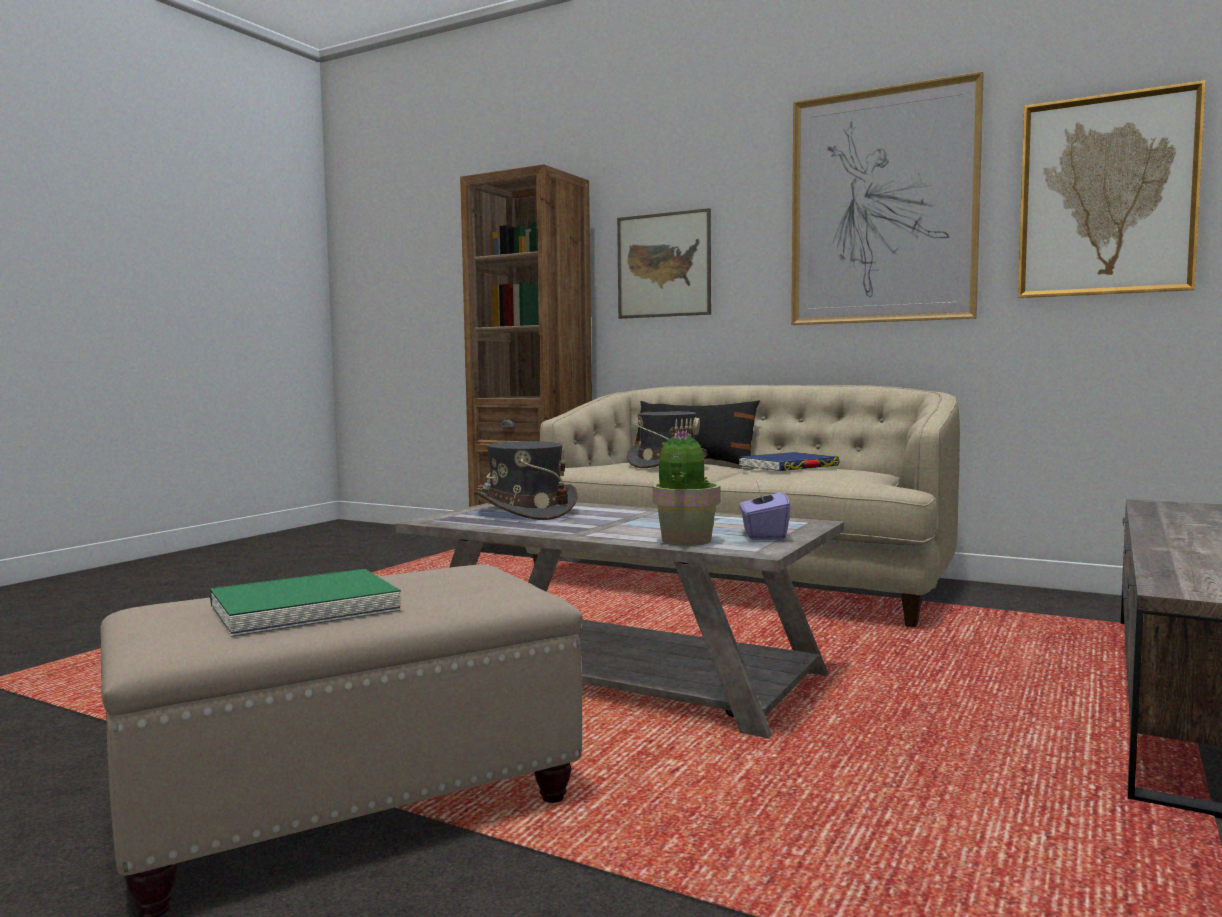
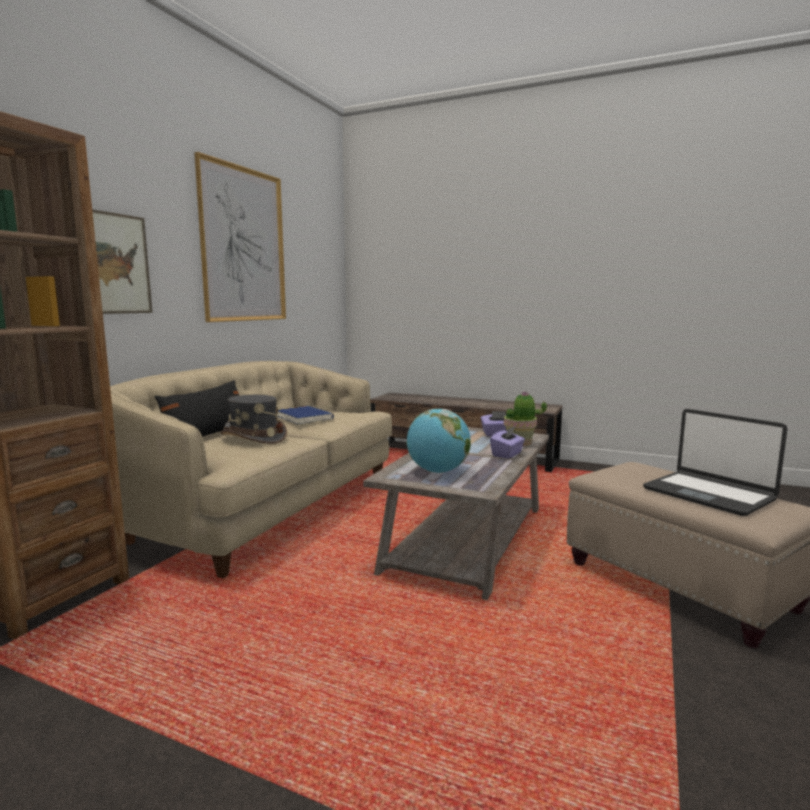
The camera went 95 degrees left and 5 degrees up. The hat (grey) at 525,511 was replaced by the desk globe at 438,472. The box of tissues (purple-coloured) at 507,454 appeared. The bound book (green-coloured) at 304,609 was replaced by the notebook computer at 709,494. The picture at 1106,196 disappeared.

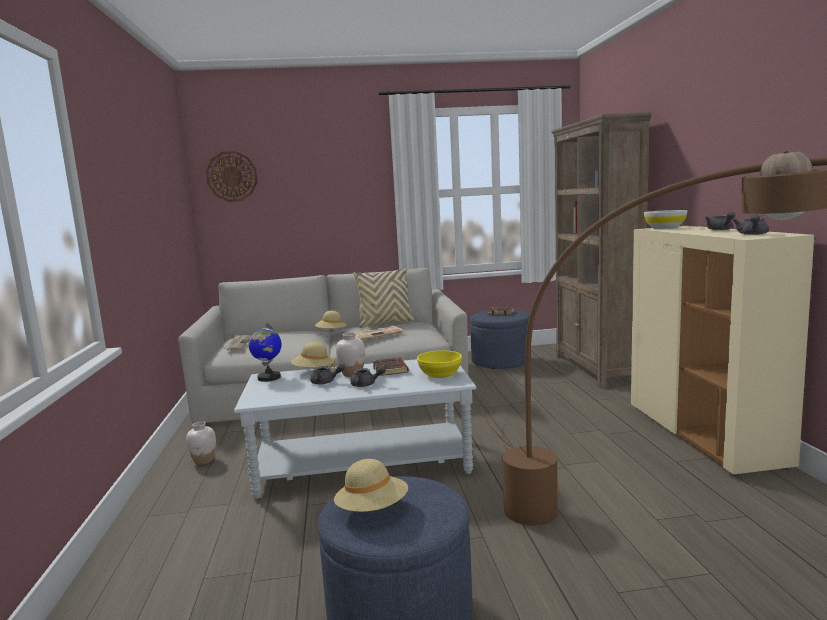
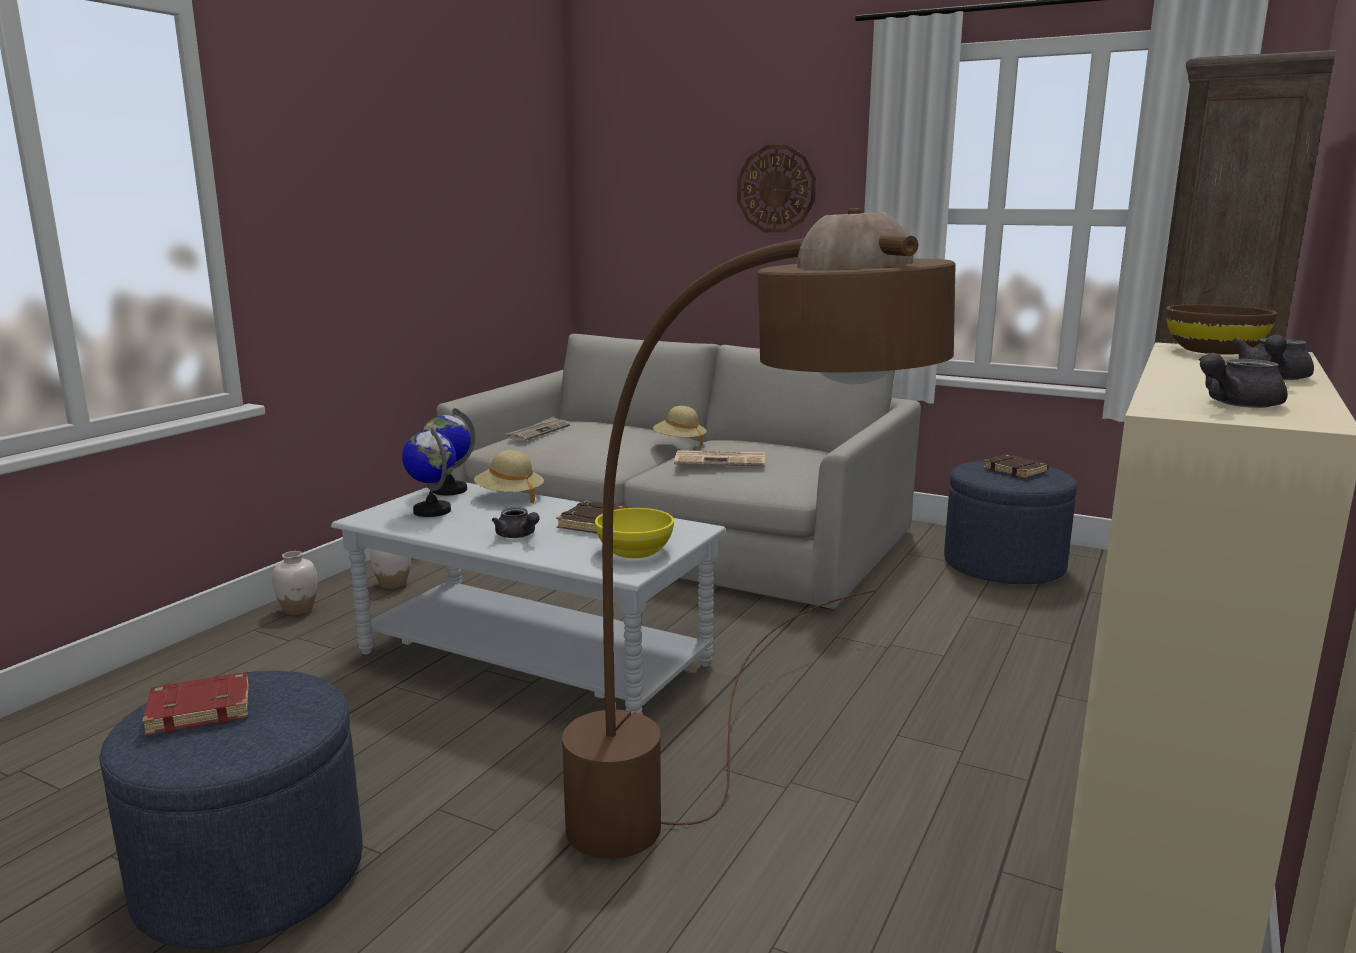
The camera went 35 degrees right and 5 degrees up. The hat (beige-coloured) at 372,510 was replaced by the bound book (red-coloured) at 201,709. The flower vase (white) moved from 352,374 to 298,610. The desk globe at 432,511 appeared. The hanging clock moved from 232,176 to 776,189. The serving bowl (white) at 665,228 became the serving bowl (brown) at 1214,351. The tea pot (grey) at 326,382 disappeared. The throw pillow (beige-coloured) at 385,323 disappeared.

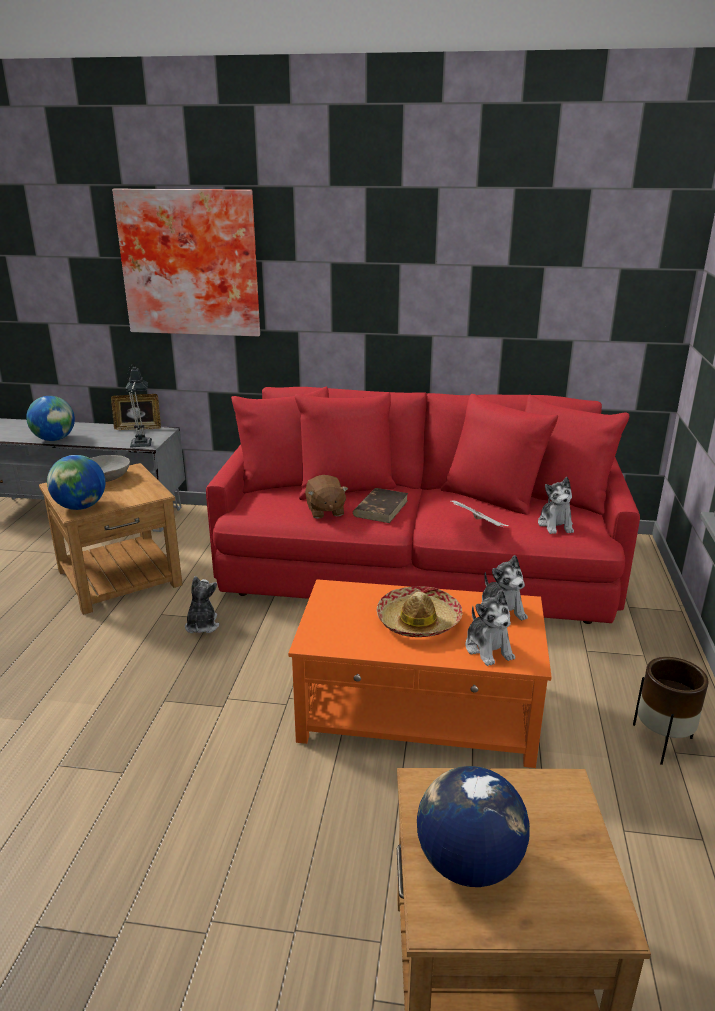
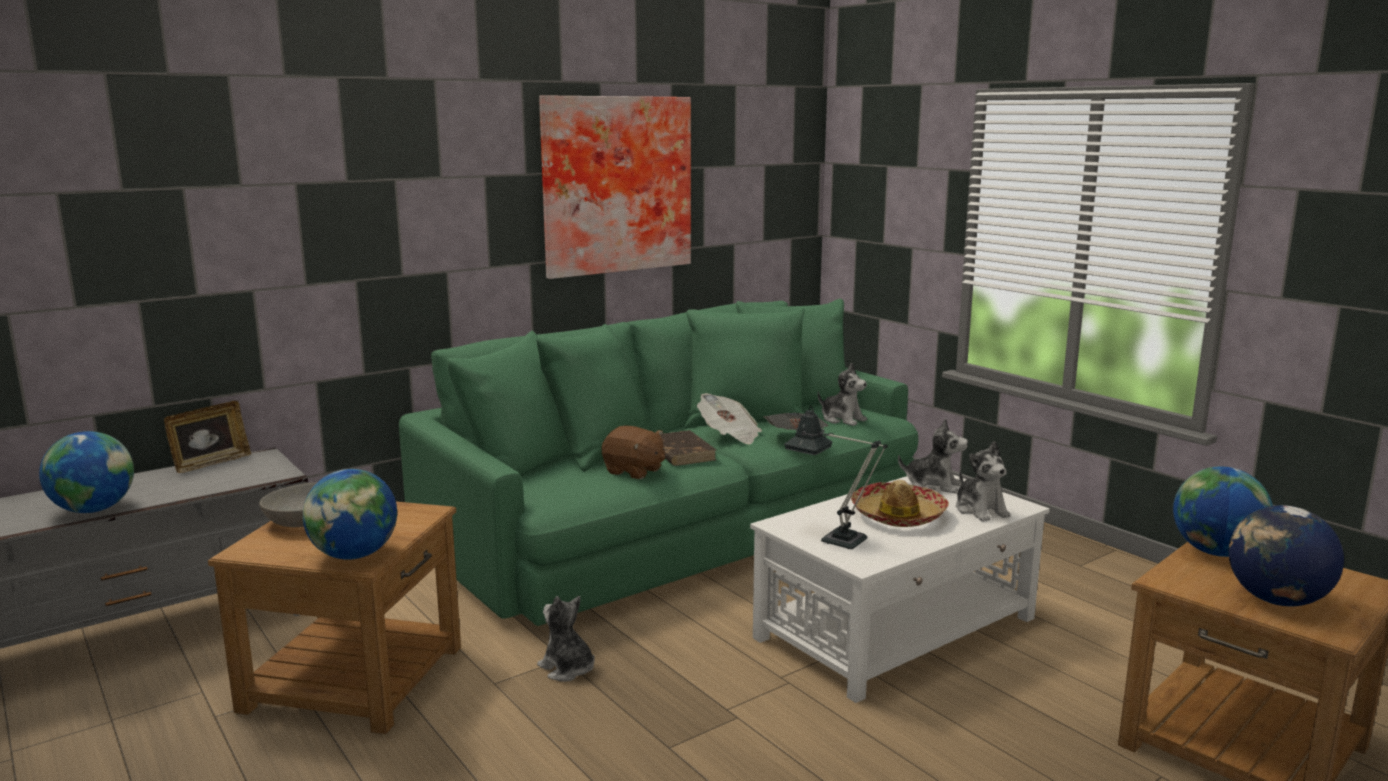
The camera went 45 degrees left and 10 degrees down. The couch (red-coloured) at 416,563 became the couch (green-coloured) at 675,526. The picture moved from 191,263 to 615,185. The newspaper at 729,435 appeared. The lounge table (orangey) at 419,711 became the lounge table (white) at 897,628. The table lamp moved from 141,442 to 834,539. The cuddly toy at 488,648 turned 45 degrees clockwise. The desk globe at 1215,552 appeared. The planter (brown) at 662,742 disappeared.

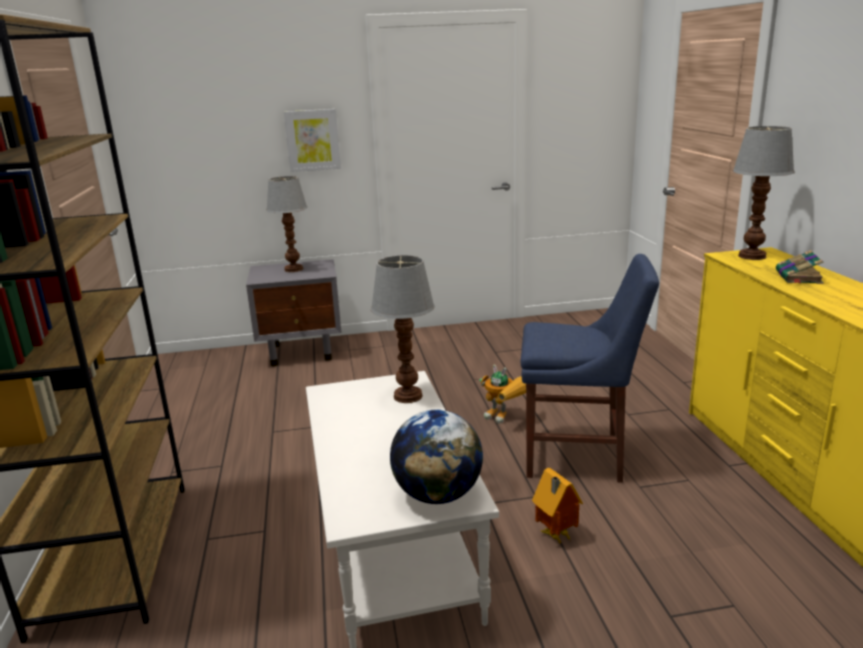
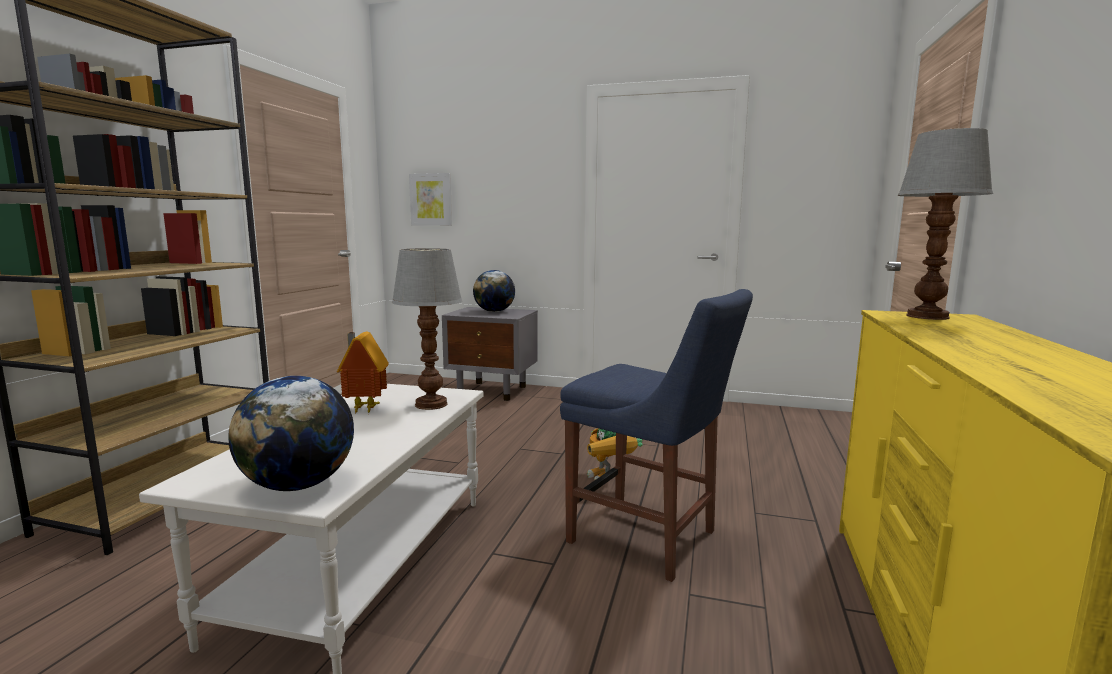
The camera went 25 degrees right and 10 degrees down. The miniature house moved from 555,536 to 363,409. The picture moved from 312,140 to 431,199. The table lamp at 294,269 was replaced by the desk globe at 494,311. The bound book at 799,277 disappeared.

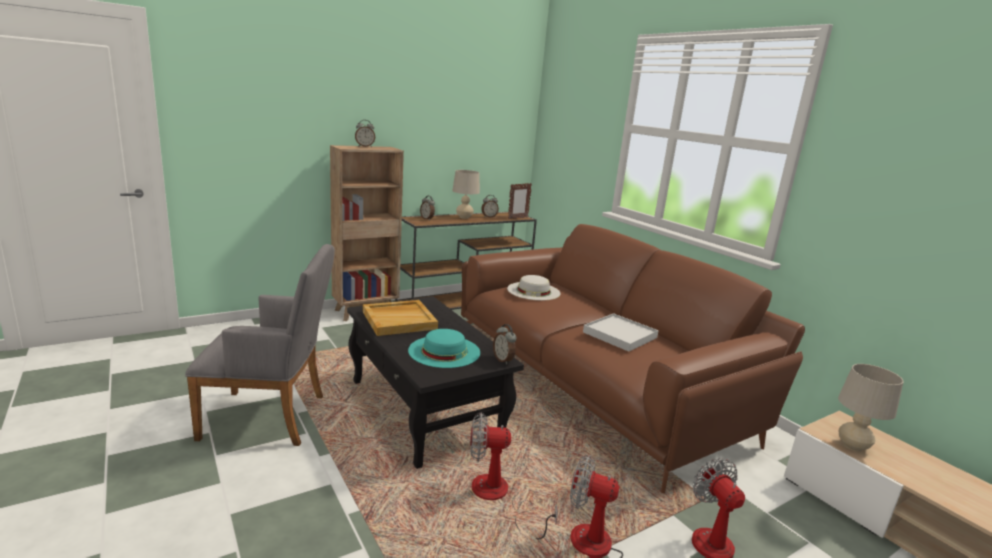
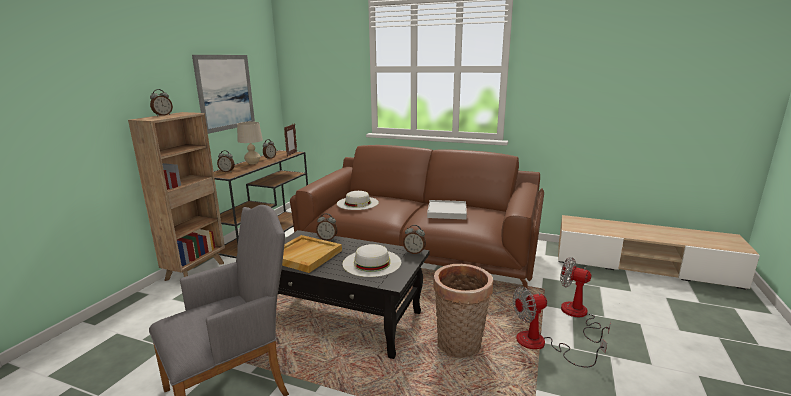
The camera went 35 degrees left and 0 degrees up. The picture at 225,92 appeared. The bedside clock at 327,239 appeared. The hat (turquoise) at 444,351 became the hat (white) at 372,262. The electric fan at 498,497 was replaced by the storage basket at 460,346. The table lamp (beige-coloured) at 852,446 disappeared.

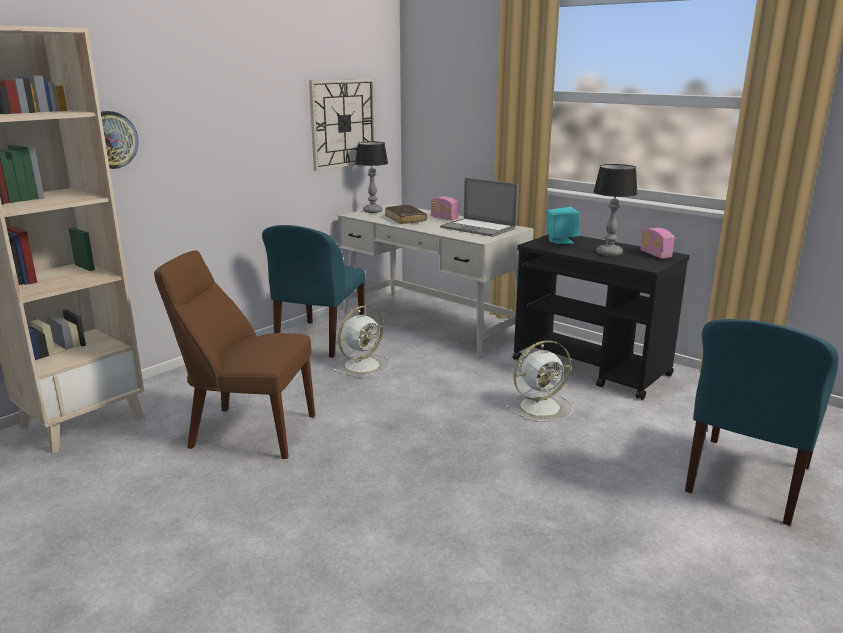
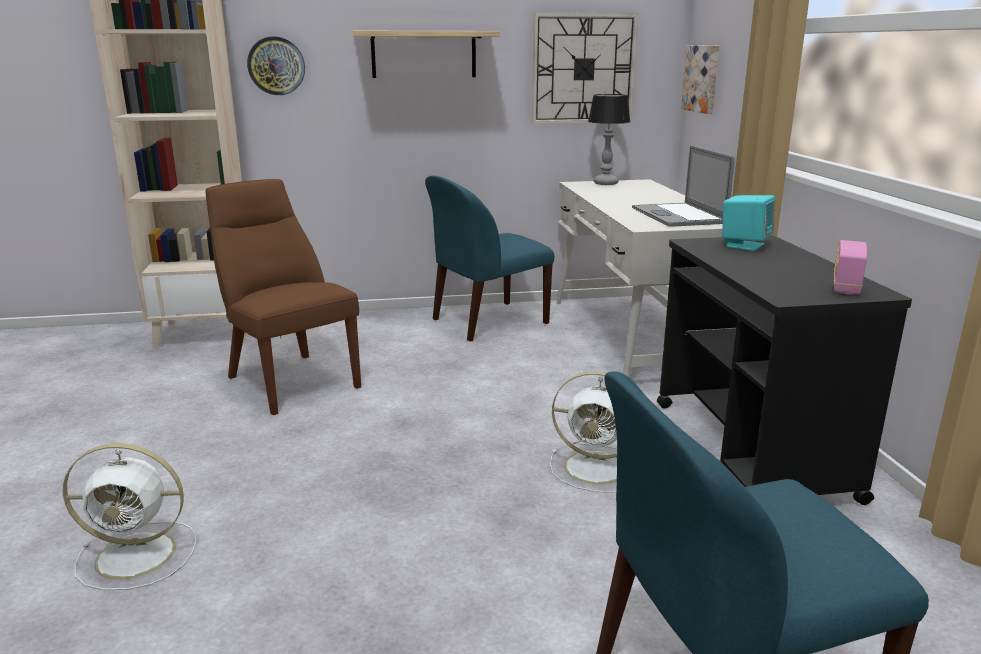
The camera went 40 degrees right and 0 degrees up. The electric fan (white) moved from 363,365 to 139,555. The wall shelf at 423,54 appeared. The picture at 702,78 appeared. The bound book (brown) at 405,219 disappeared. The radio receiver at 444,218 disappeared. The table lamp at 609,253 disappeared.

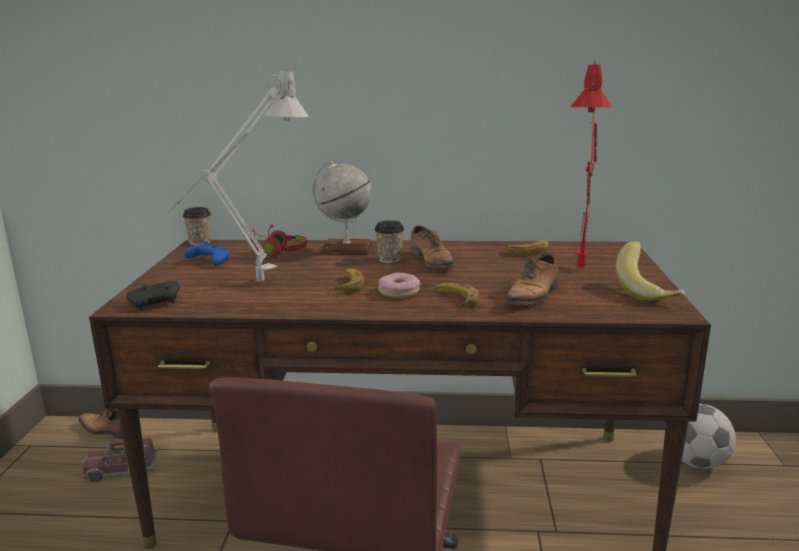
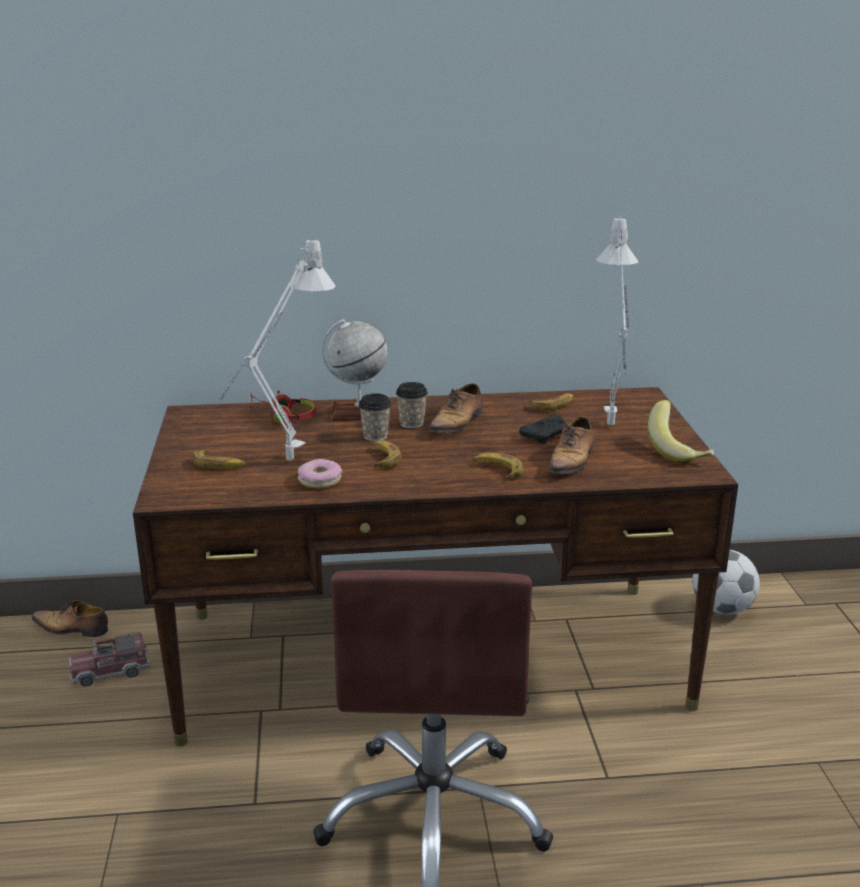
The camera went 10 degrees left and 5 degrees up. The banana at 219,465 appeared. The ring doughnut moved from 398,292 to 319,480. The small cup moved from 200,242 to 375,436. The item of footwear at 432,260 turned 60 degrees clockwise. The gamepad (black) moved from 156,303 to 546,436. The table lamp (red-coloured) at 581,273 became the table lamp (grey) at 611,431. The gamepad (blue-coloured) at 209,261 disappeared.

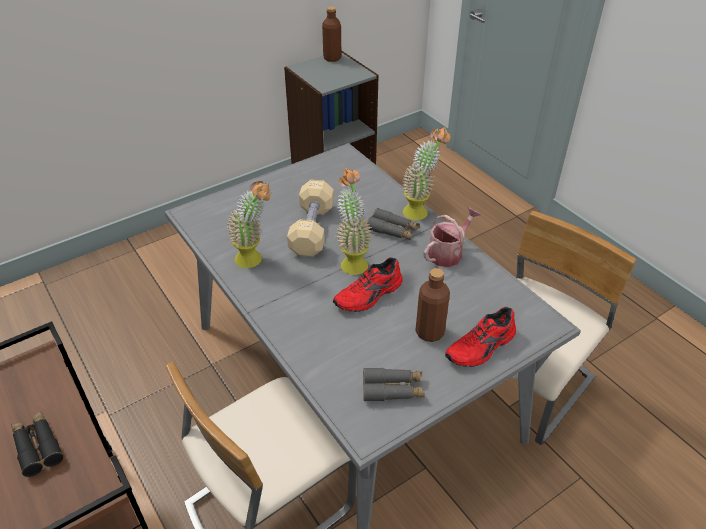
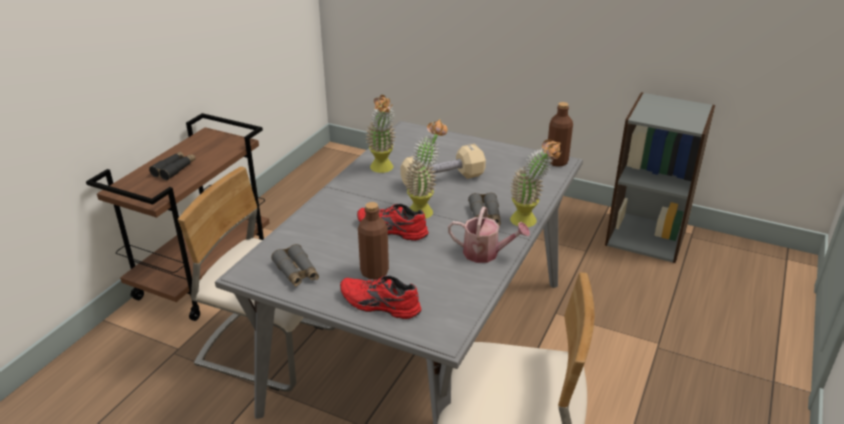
The camera went 60 degrees right and 10 degrees down. The beverage bottle (brown) moved from 332,58 to 557,162.

